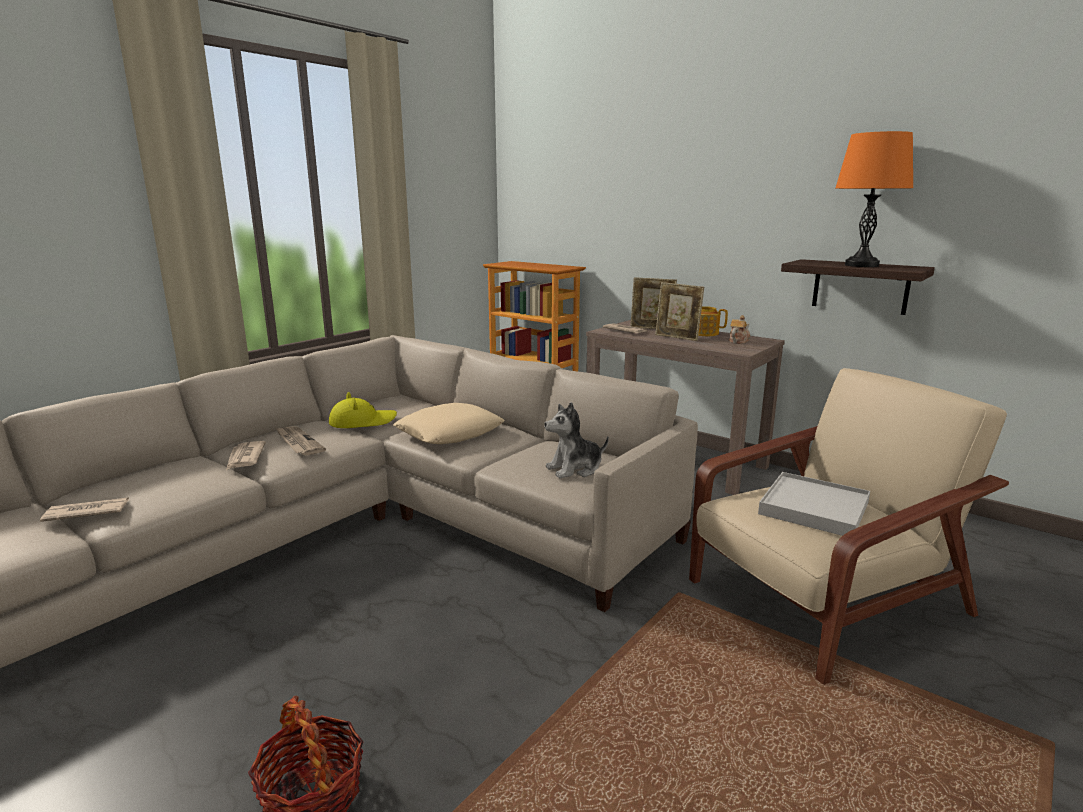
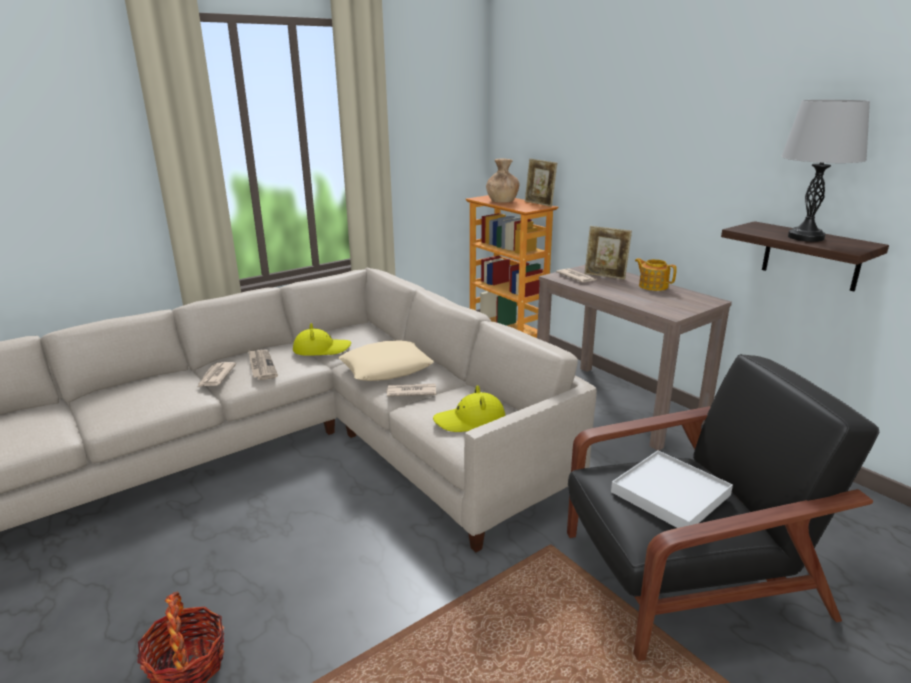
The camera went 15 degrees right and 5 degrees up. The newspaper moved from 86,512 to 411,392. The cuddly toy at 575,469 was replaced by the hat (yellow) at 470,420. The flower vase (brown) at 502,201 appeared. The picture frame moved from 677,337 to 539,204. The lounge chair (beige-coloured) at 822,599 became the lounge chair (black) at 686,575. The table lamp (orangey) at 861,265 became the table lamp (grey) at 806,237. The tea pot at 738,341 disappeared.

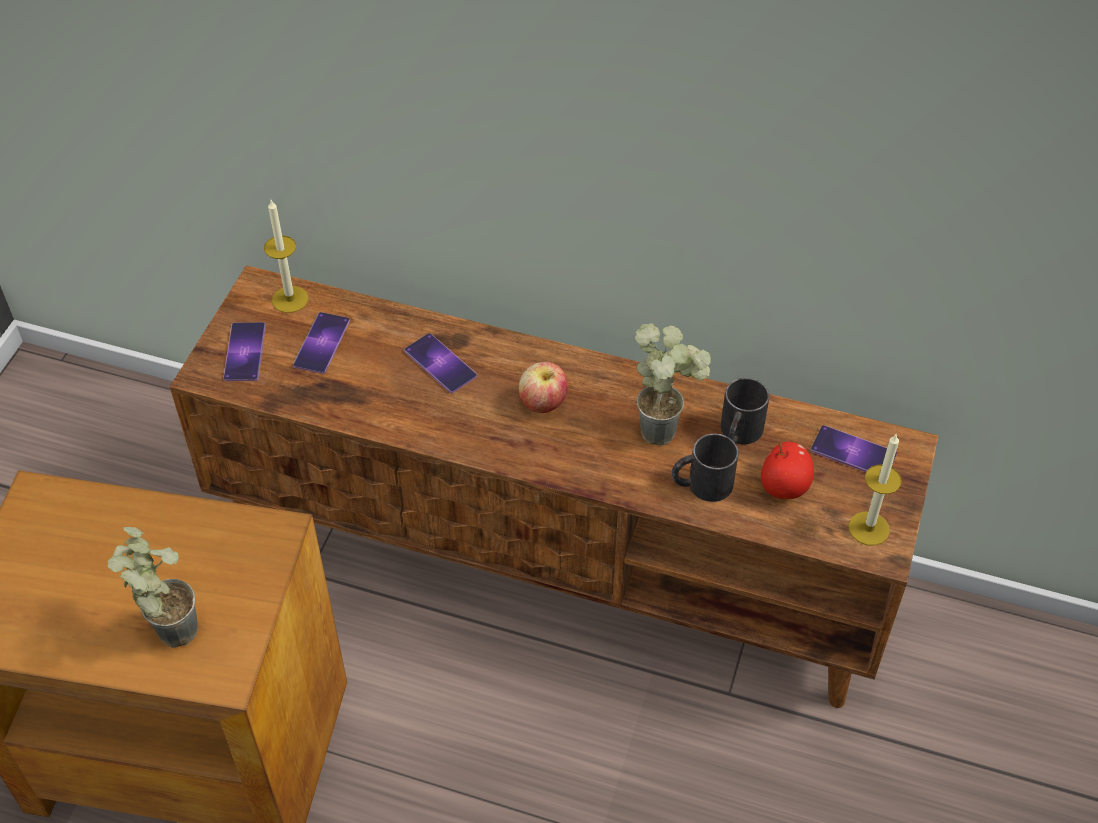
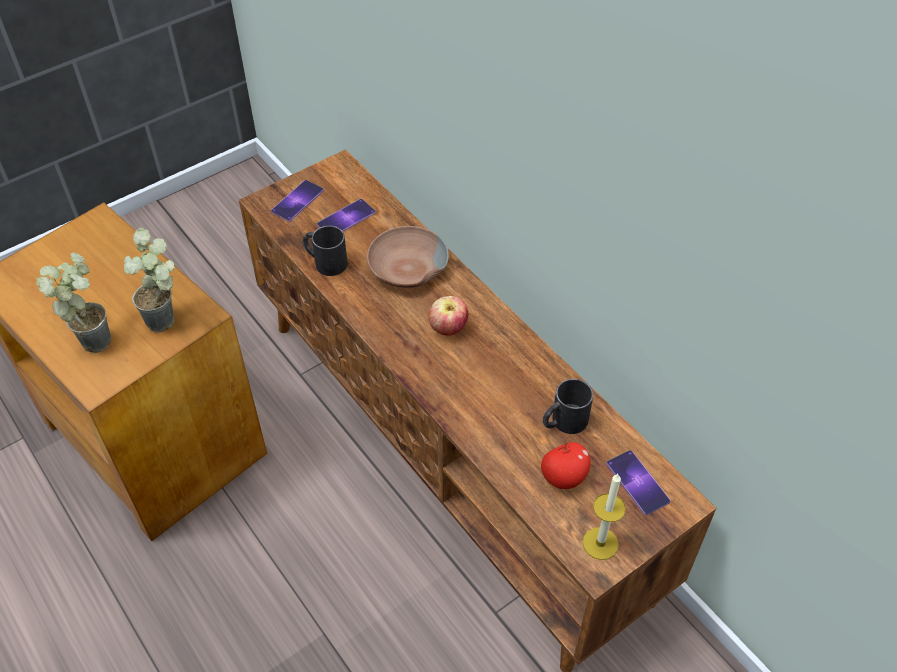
The camera went 35 degrees right and 0 degrees up. The houseplant moved from 667,428 to 169,322. The tea mug (black) moved from 701,485 to 325,261. The telephone at 440,363 was replaced by the serving bowl (brown) at 406,268. The wax light at 290,299 disappeared.

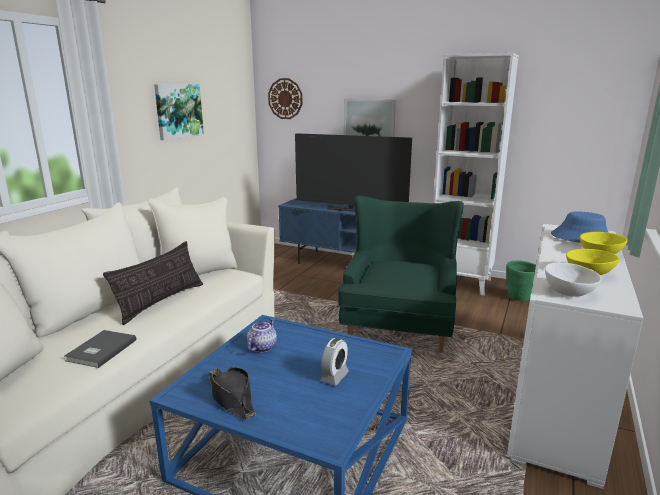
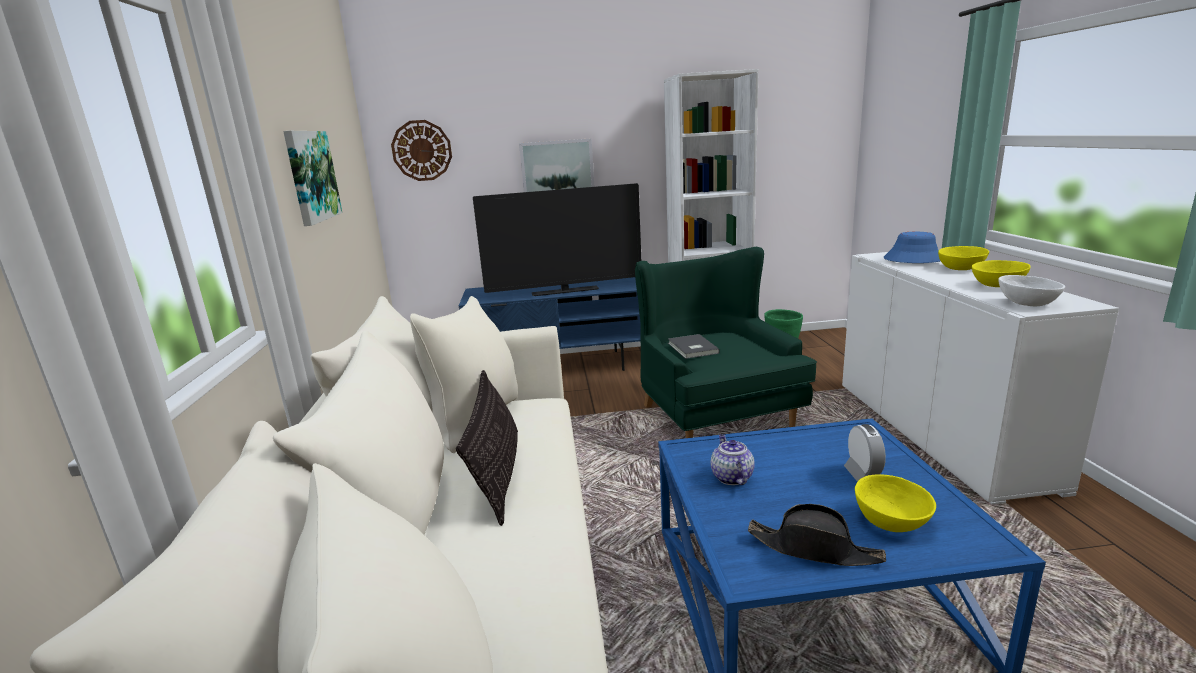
The camera went 30 degrees left and 0 degrees up. The bound book (grey) moved from 100,350 to 691,348. The serving bowl (yellow) at 889,520 appeared.

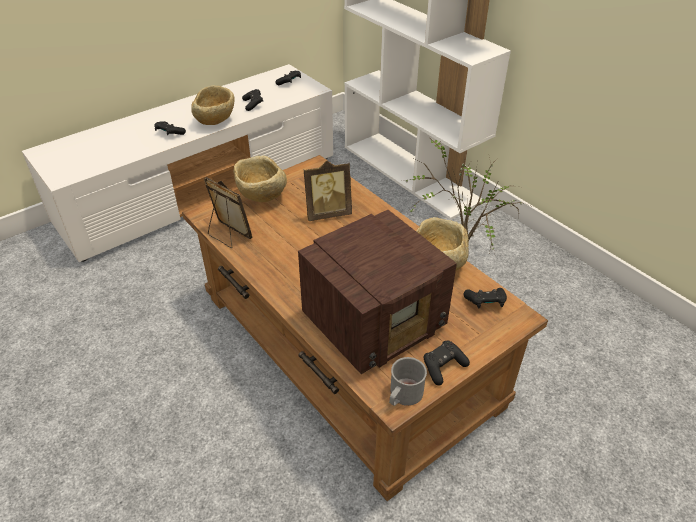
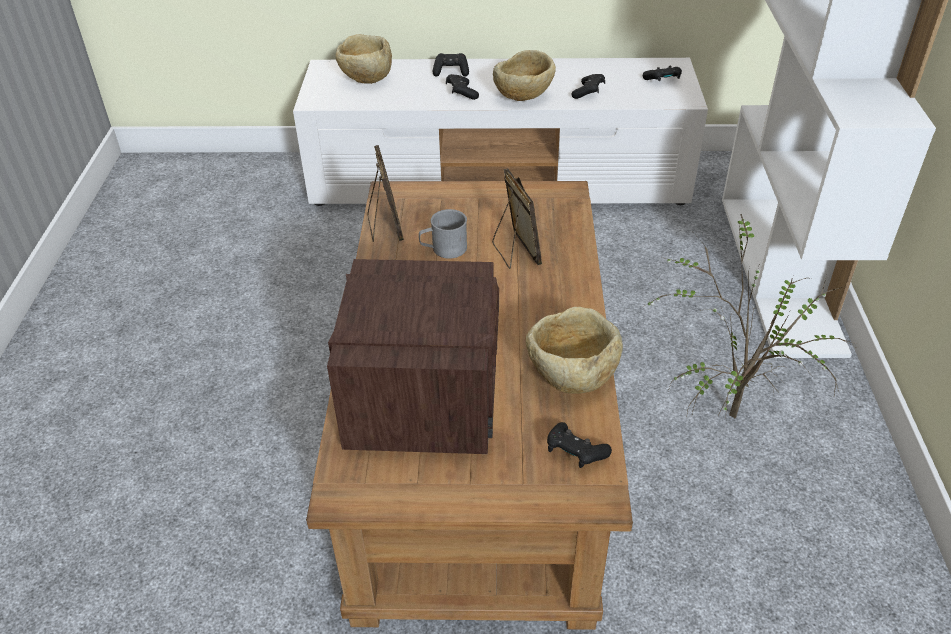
The camera went 40 degrees right and 0 degrees up. The radio receiver at 376,322 turned 90 degrees counterclockwise. The serving bowl (beige-coloured) moved from 261,197 to 366,80. The tea mug (grey) moved from 403,396 to 443,249. The gamepad (black) moved from 443,367 to 451,72. The picture frame at 327,213 turned 135 degrees counterclockwise.

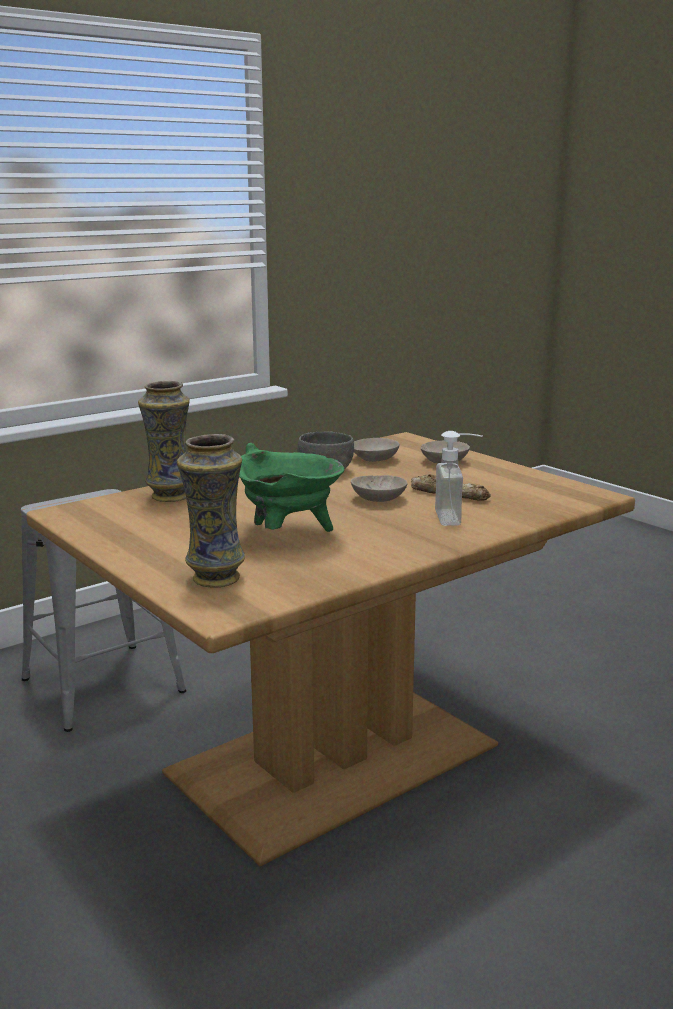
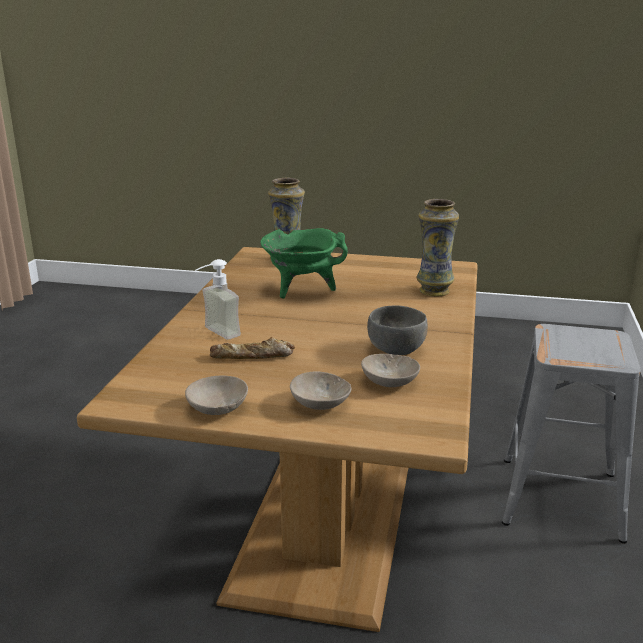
The camera went 140 degrees right and 5 degrees up. The serving bowl (beige-coloured) moved from 378,499 to 217,407.

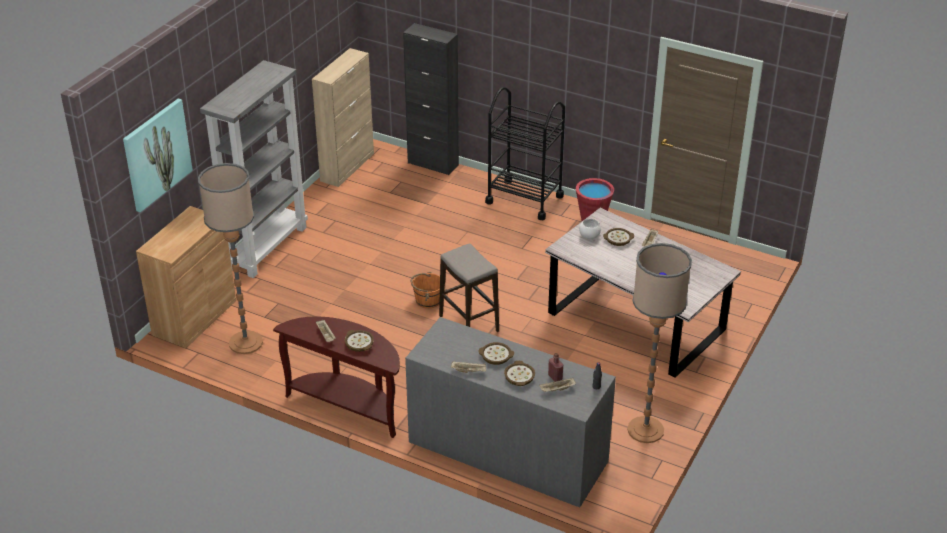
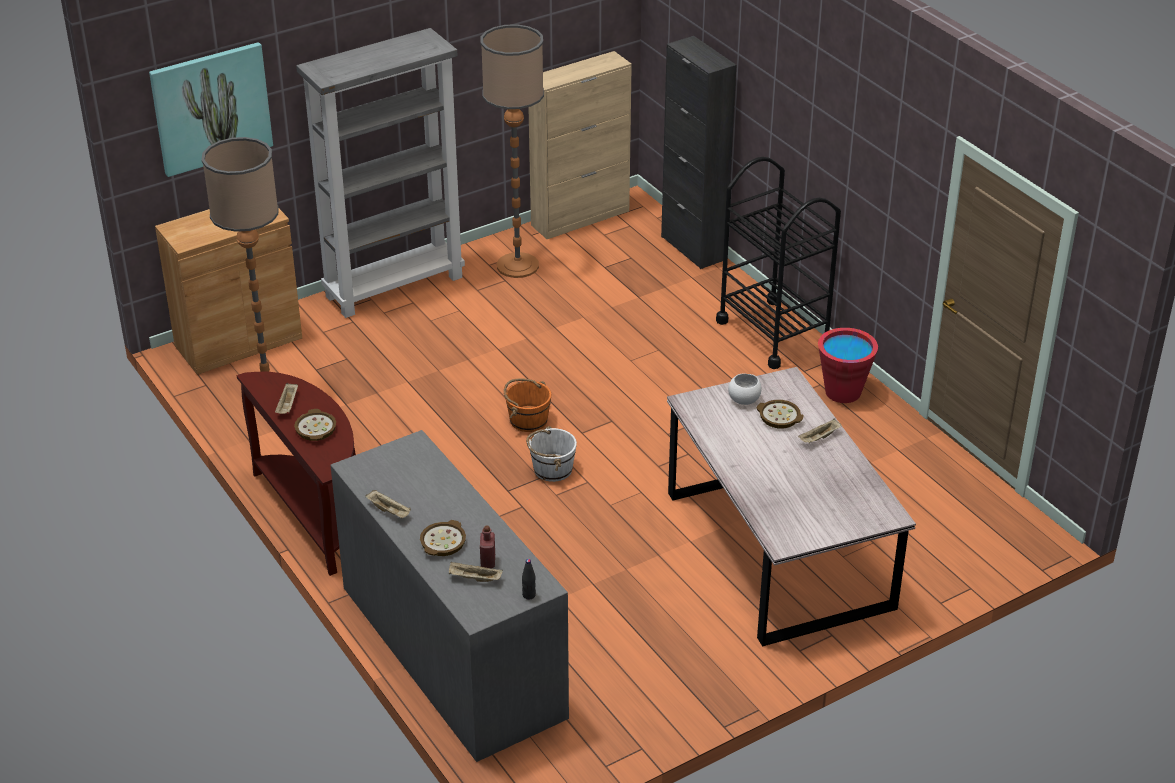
The camera went 30 degrees right and 0 degrees up. The floor lamp moved from 645,430 to 517,266. The sitting stool at 468,324 was replaced by the bucket (white) at 552,469. The serving bowl at 496,356 disappeared.

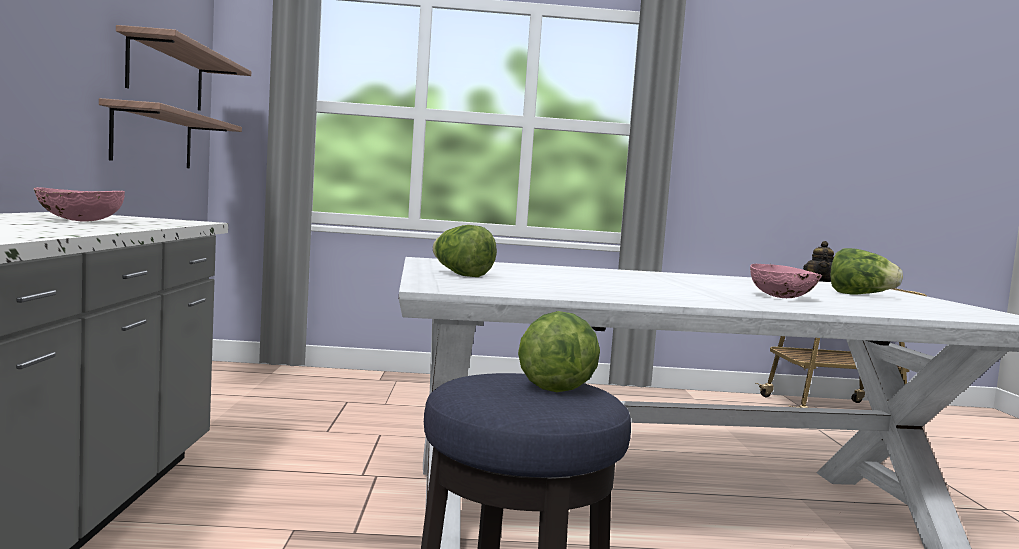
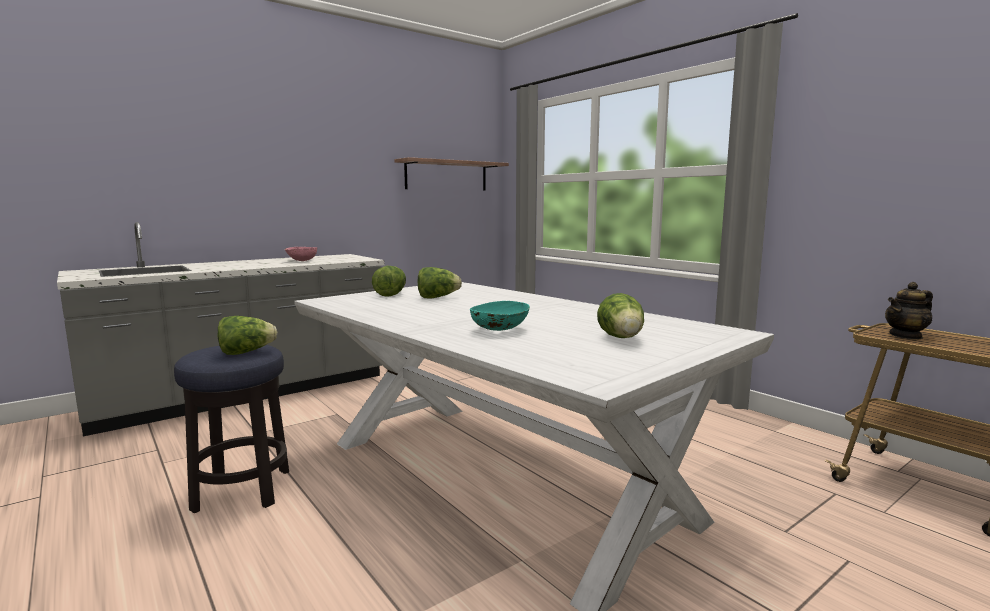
The camera went 55 degrees right and 5 degrees up. The lettuce head at 437,297 appeared. The serving bowl (pinkish) at 783,298 became the serving bowl (turquoise) at 499,330. The wall shelf at 153,138 disappeared.

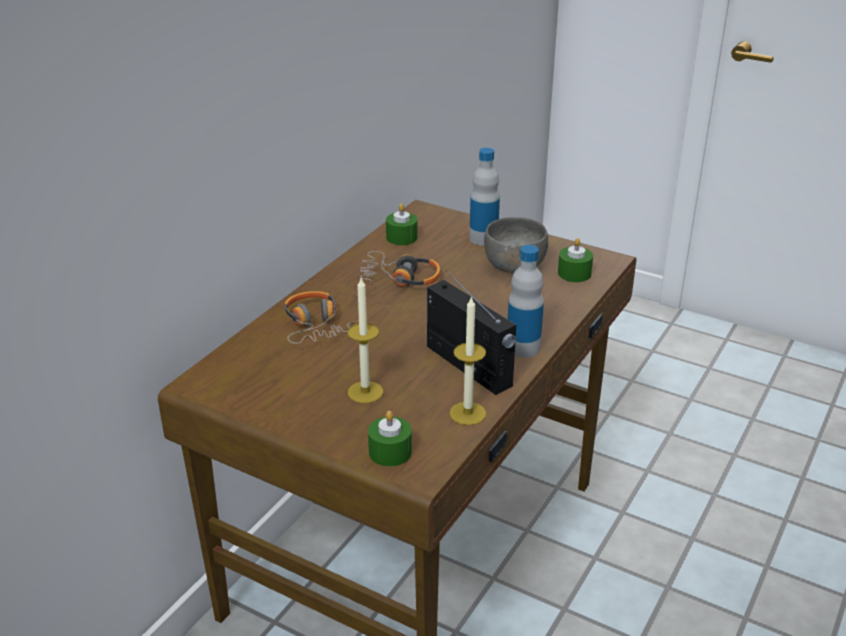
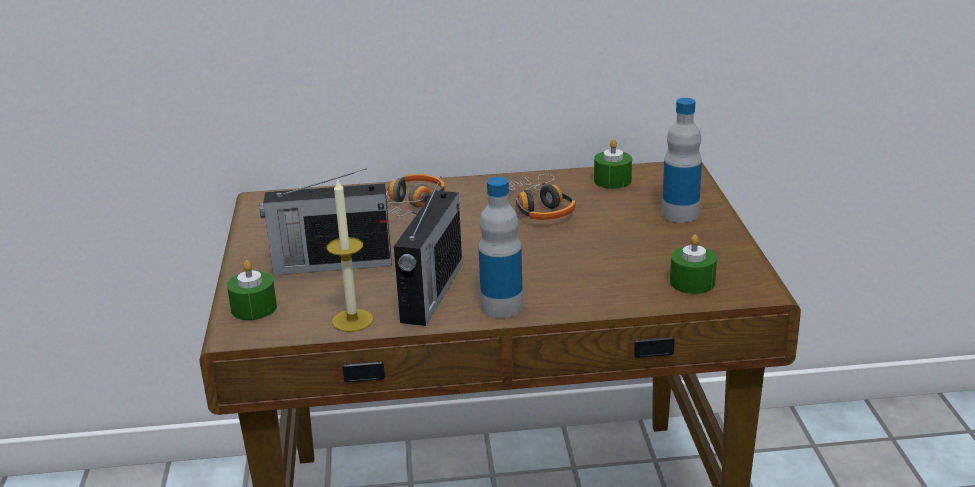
The camera went 55 degrees right and 5 degrees down. The wax light at 365,392 was replaced by the radio receiver at 330,264. The serving bowl (grey) at 514,266 disappeared.

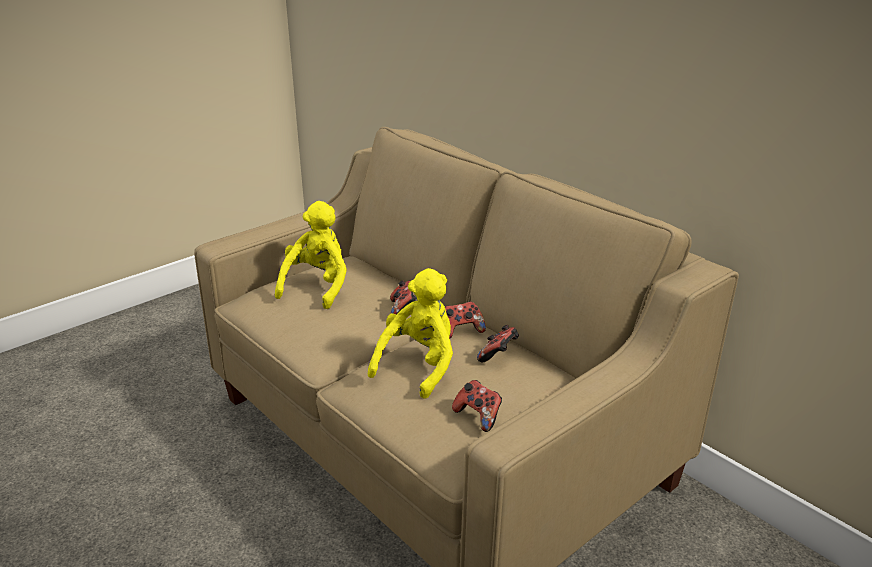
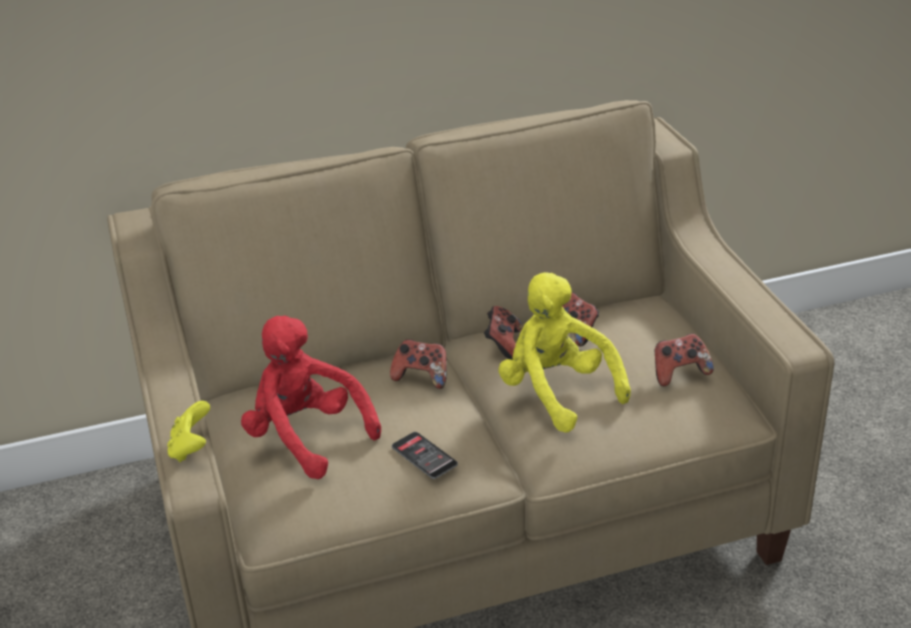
The camera went 65 degrees left and 5 degrees up. The gamepad (yellow) at 191,448 appeared. The cuddly toy (yellow) at 317,286 became the cuddly toy (red-coloured) at 306,437. The telephone at 424,456 appeared.

